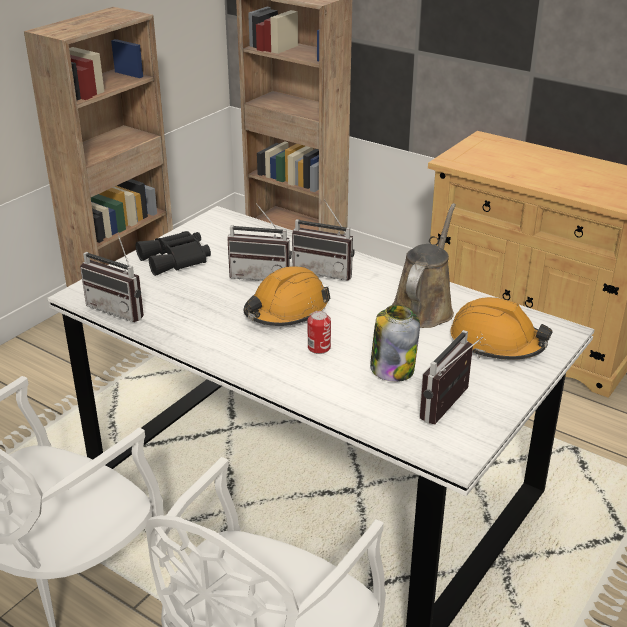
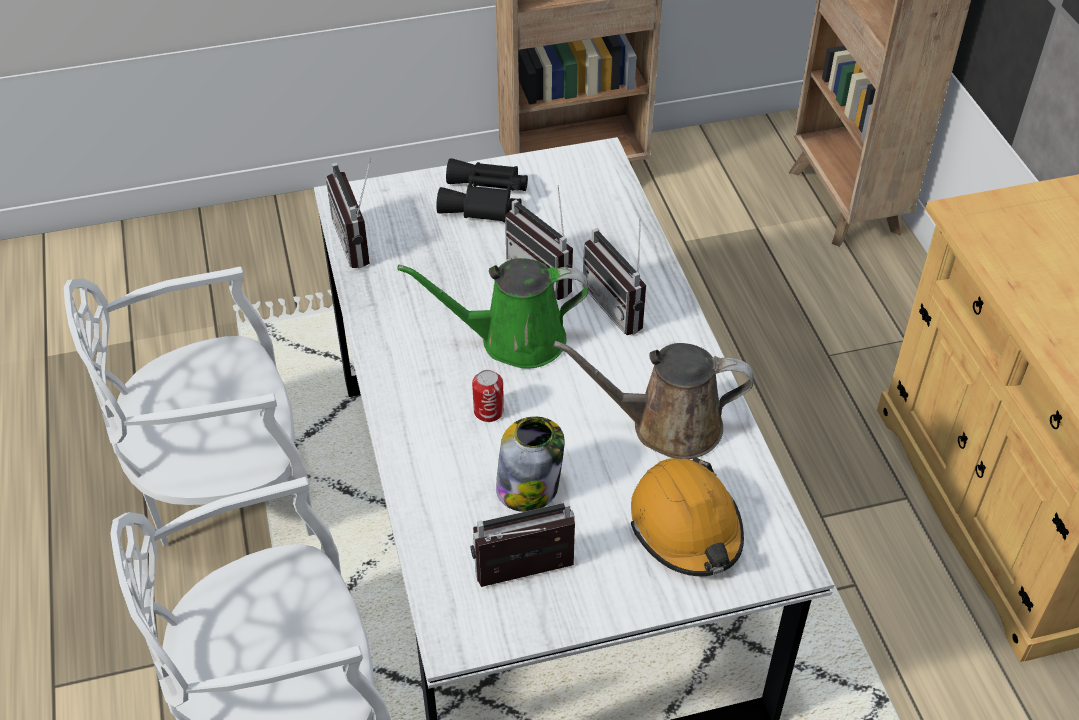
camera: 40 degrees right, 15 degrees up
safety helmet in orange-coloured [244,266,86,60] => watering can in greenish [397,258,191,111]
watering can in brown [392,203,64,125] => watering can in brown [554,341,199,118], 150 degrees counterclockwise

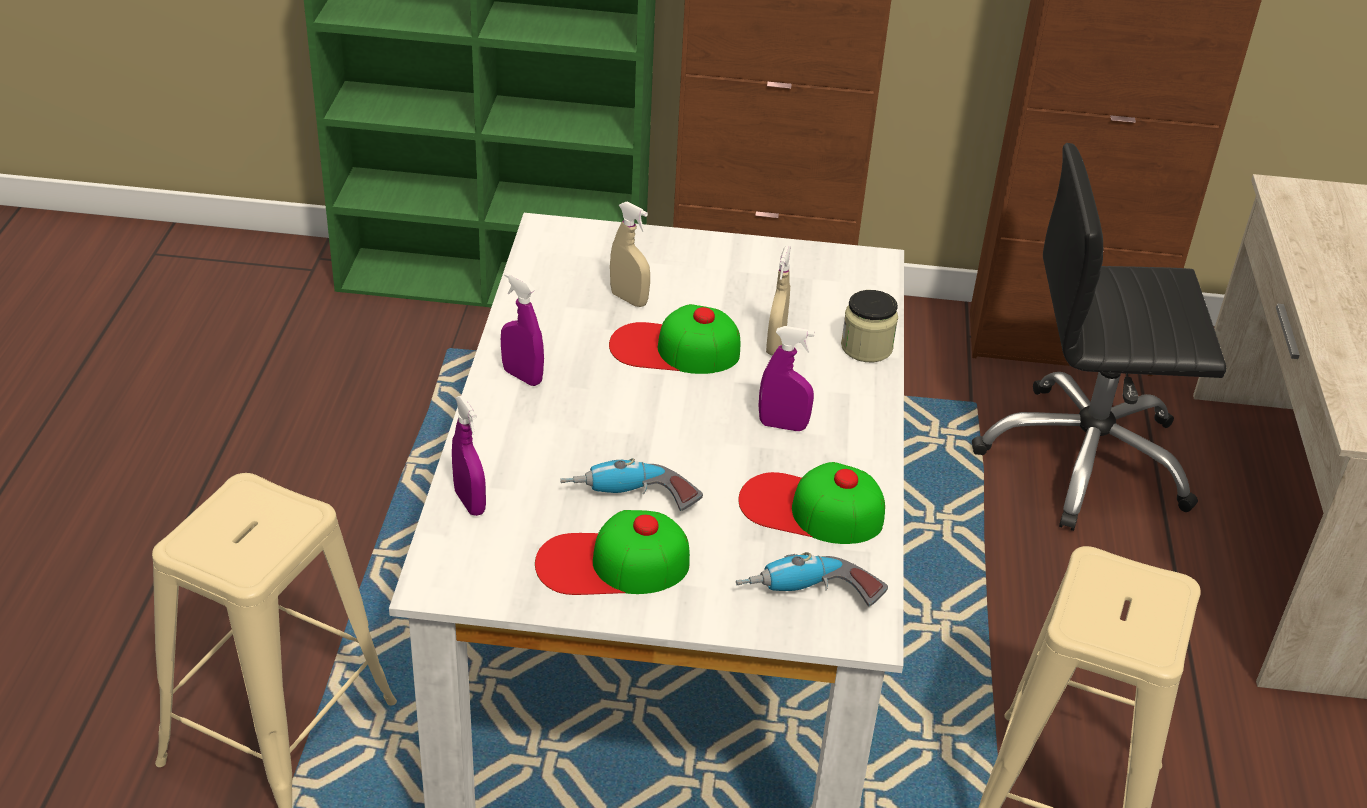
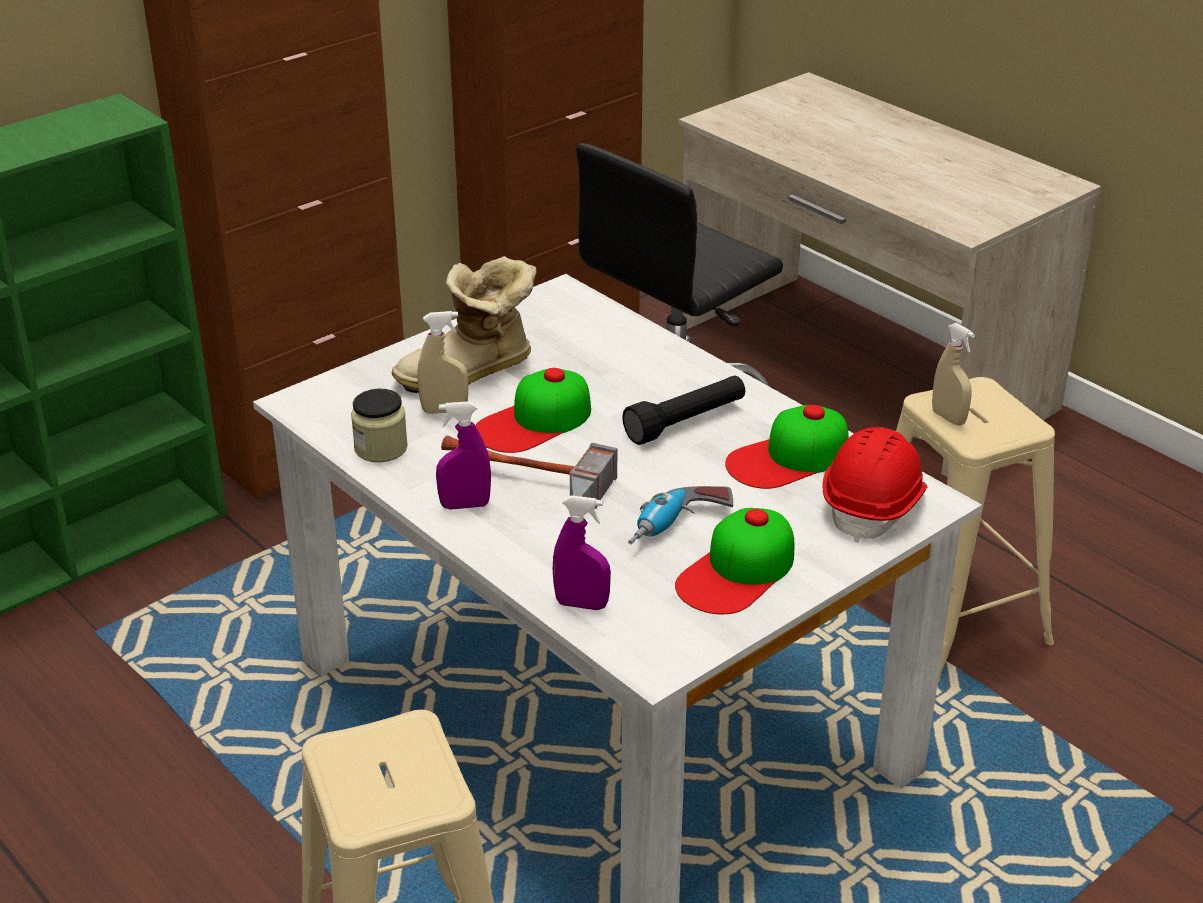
camera: 45 degrees left, 5 degrees down
nothing => high-top boot [392,256,145,137]
nothing => hammer [441,435,176,74]
hand sprayer in beige [766,246,25,110] => hand sprayer in beige [932,323,43,103], moved
preserve jar [841,290,57,72] => preserve jar [351,389,57,73], moved
drill [736,552,152,54] => safety helmet in red [823,427,105,116]
hand sprayer in purple-coloured [759,326,56,105] => torch in black-coloured [622,375,123,70]

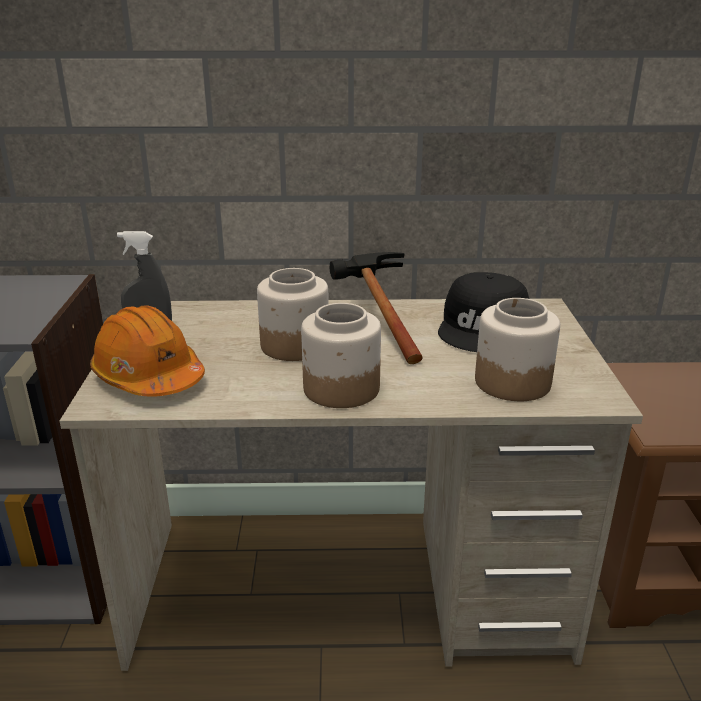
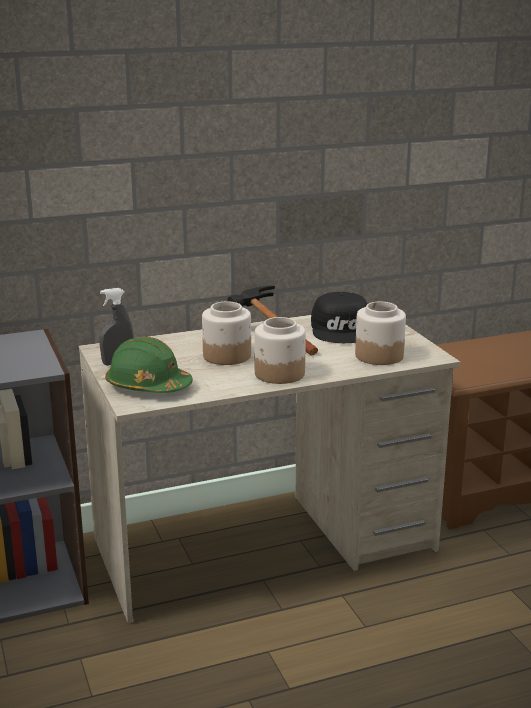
camera: 20 degrees left, 5 degrees down
safety helmet in orange-coloured [90,305,115,92] => safety helmet in greenish [105,337,88,56]

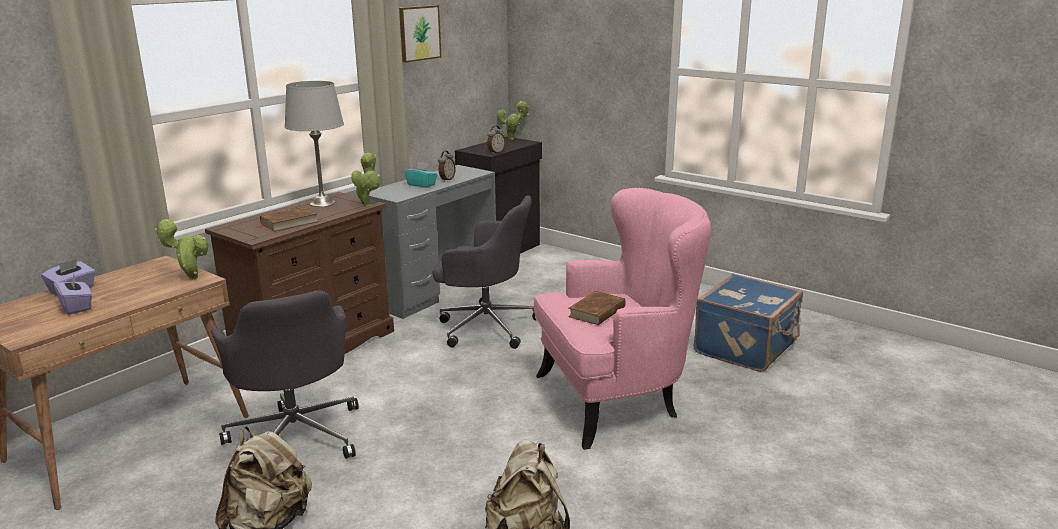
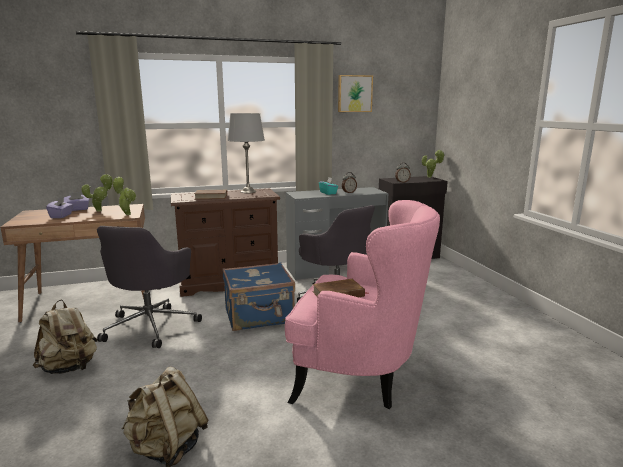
camera: 35 degrees right, 5 degrees down
houseplant [351,152,30,55] => houseplant [81,174,32,38], moved
suitcase in bluish [694,274,109,98] => suitcase in bluish [222,262,73,69], moved

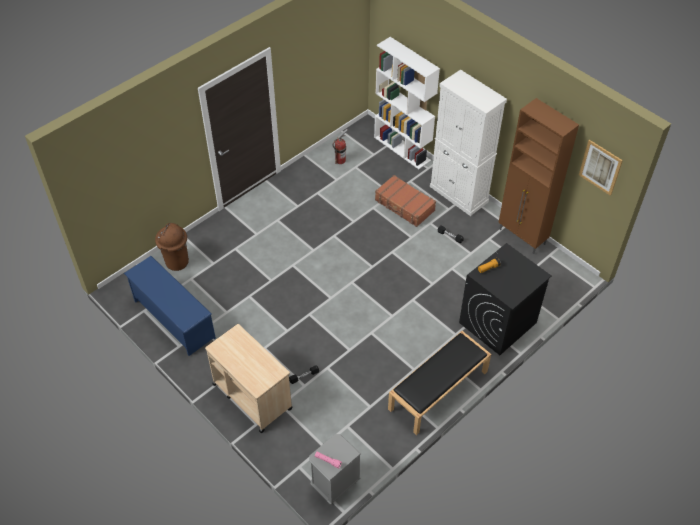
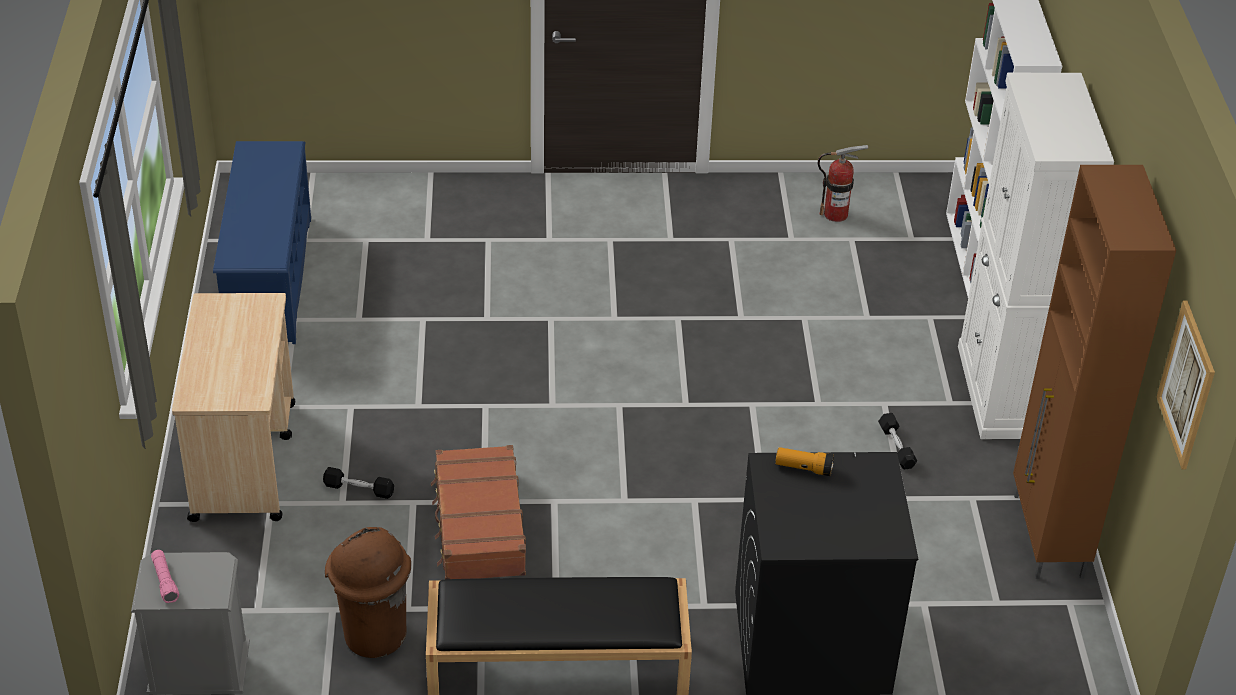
camera: 40 degrees right, 10 degrees down
trash can in brown [155,223,34,48] => trash can in brown [325,527,86,131], moved
suitcase in brown [375,175,61,52] => suitcase in brown [431,445,95,134], moved

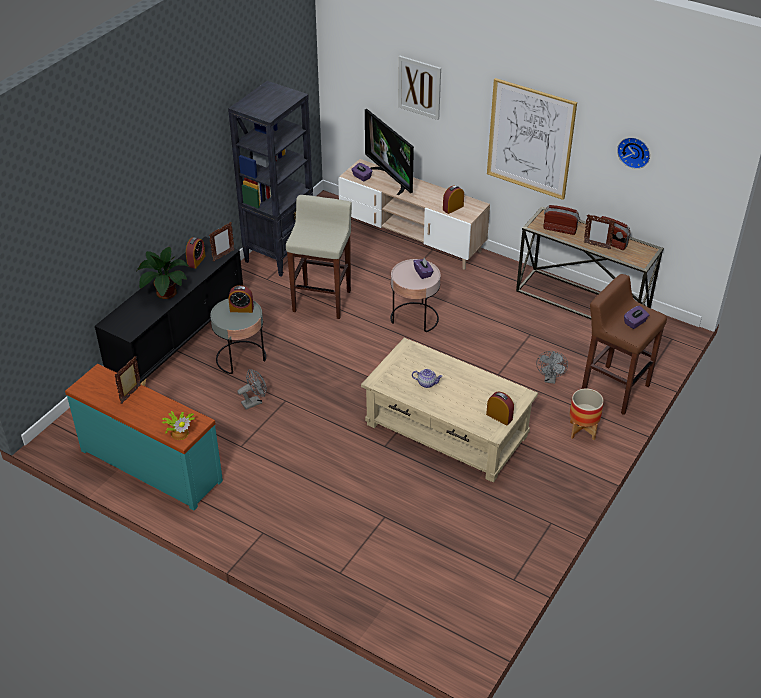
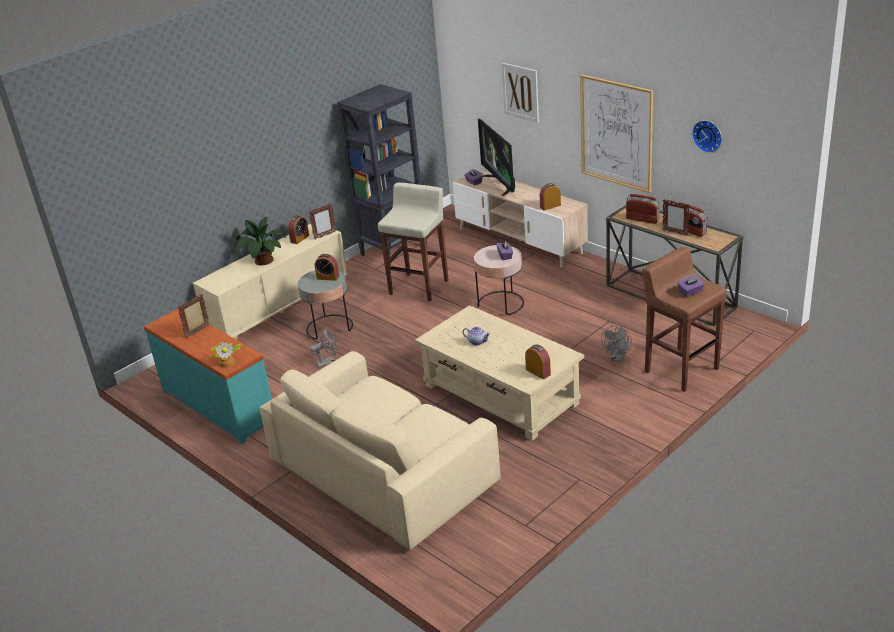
camera: 15 degrees right, 10 degrees down
planter [569,388,35,52] => nothing
nothing => settee in beige [260,351,241,199]
cupboard in black-coloured [95,236,148,150] => cupboard in beige [193,222,155,118]

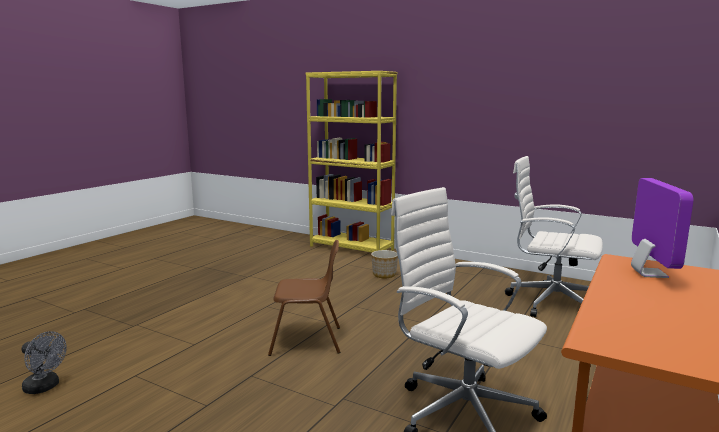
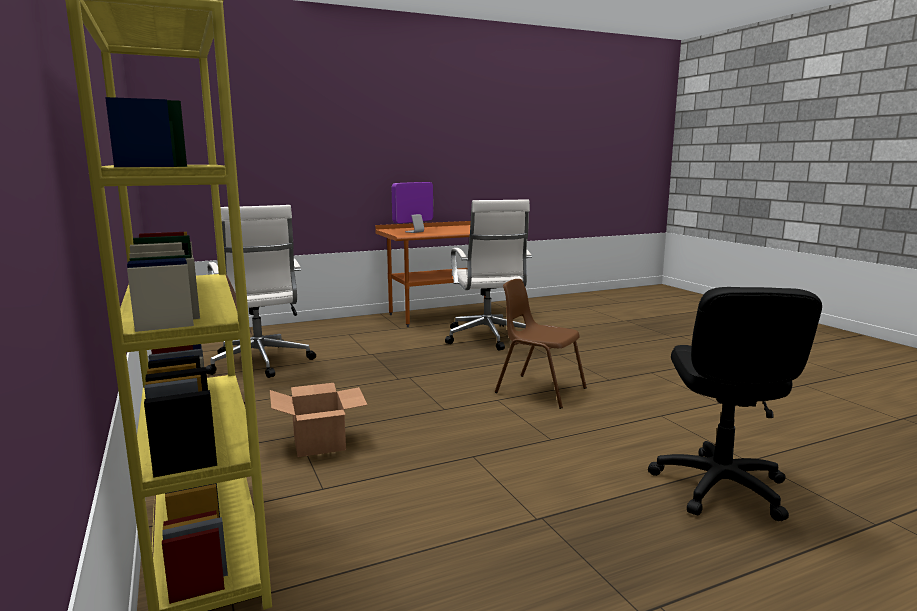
camera: 145 degrees left, 0 degrees up
fan in grey [22,331,45,63] => nothing
nothing => office chair in black-coloured [648,287,174,234]
planter [371,250,27,28] => carton [270,383,97,74]

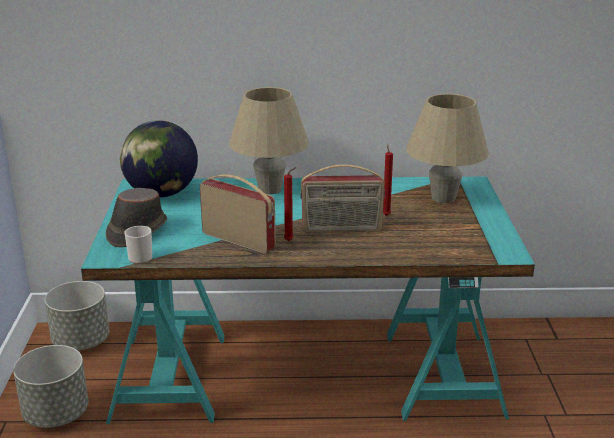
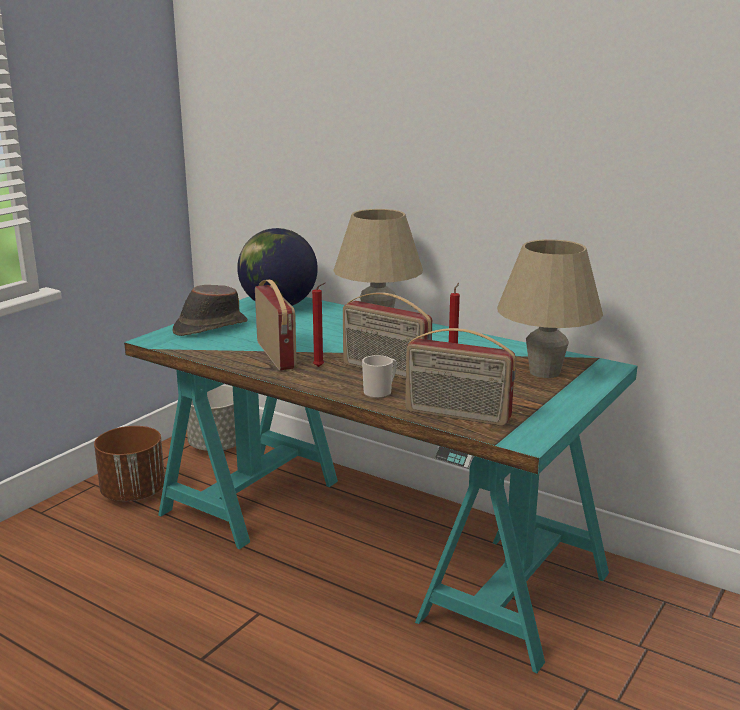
camera: 35 degrees right, 5 degrees down
nothing => radio set [405,328,111,98]
mug [124,226,28,38] => mug [362,355,35,44], moved
planter in grey [13,345,76,83] => planter in brown [94,426,71,75]

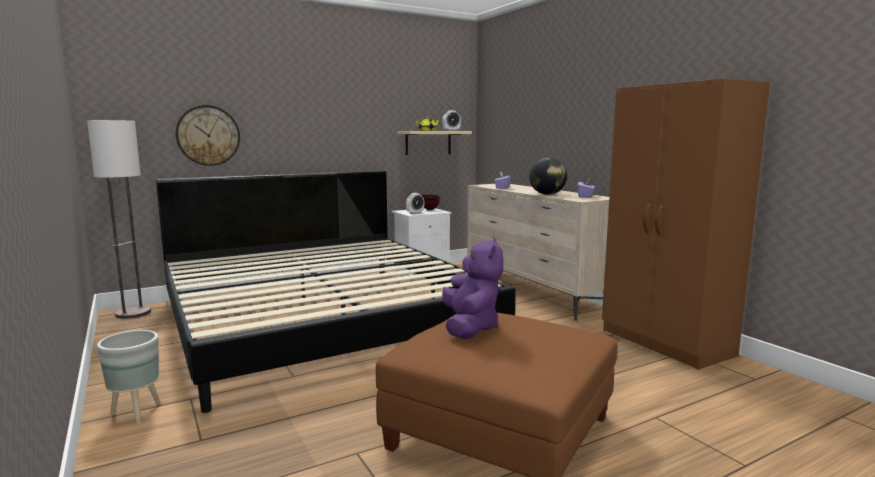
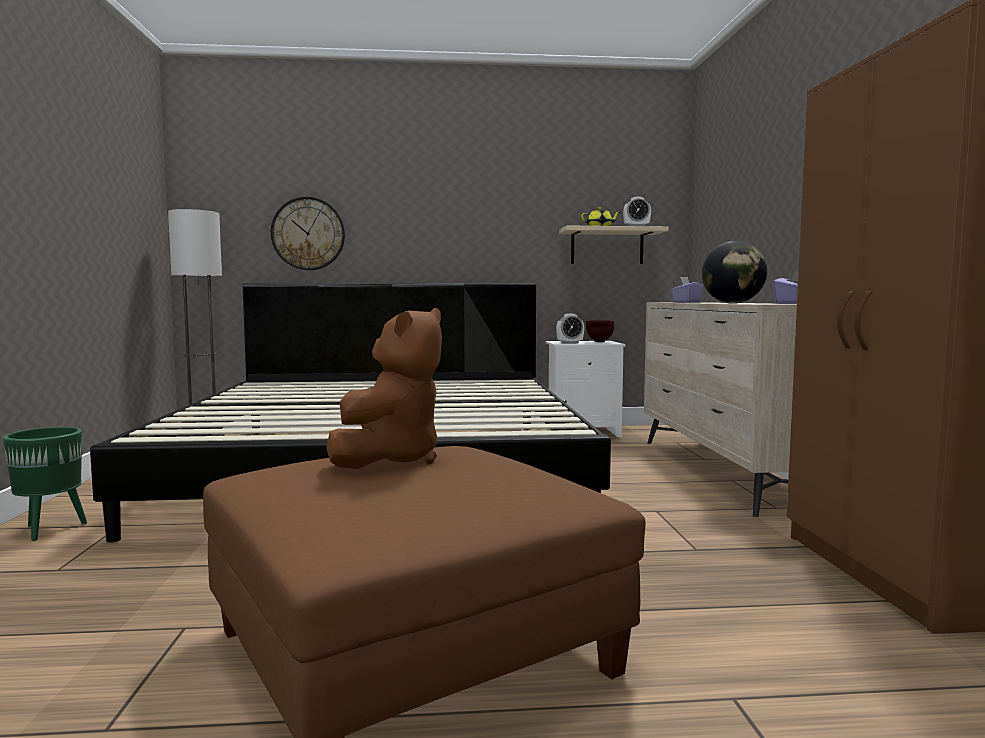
camera: 25 degrees right, 5 degrees down
planter in grey [97,330,63,95] => planter in greenish [3,427,84,114]
soft toy in purple-coloured [442,238,61,101] => soft toy in brown [326,308,116,161]

